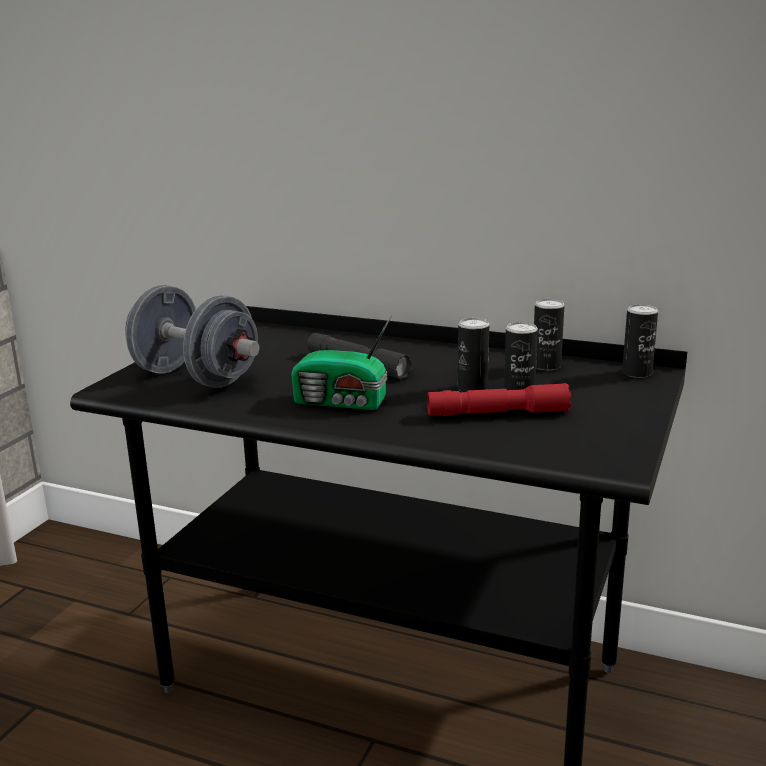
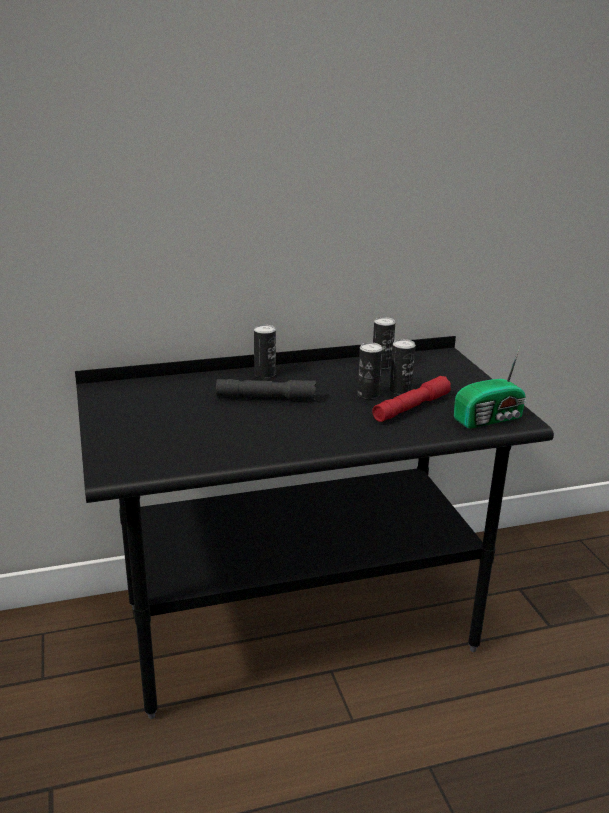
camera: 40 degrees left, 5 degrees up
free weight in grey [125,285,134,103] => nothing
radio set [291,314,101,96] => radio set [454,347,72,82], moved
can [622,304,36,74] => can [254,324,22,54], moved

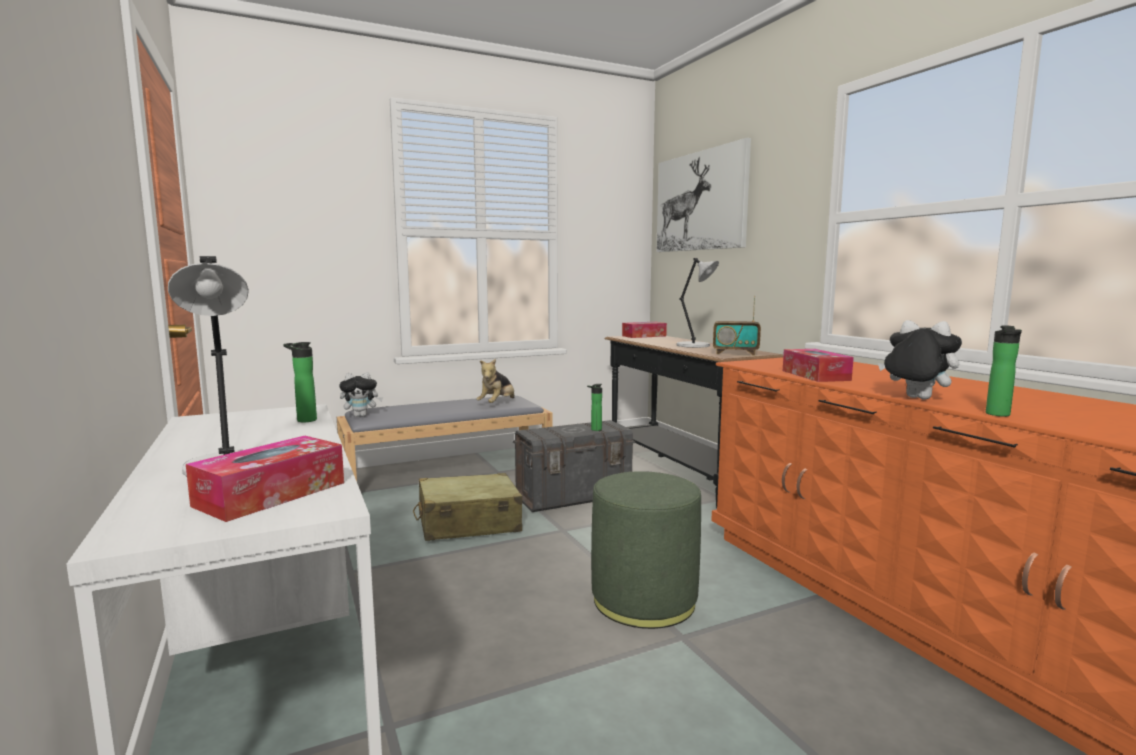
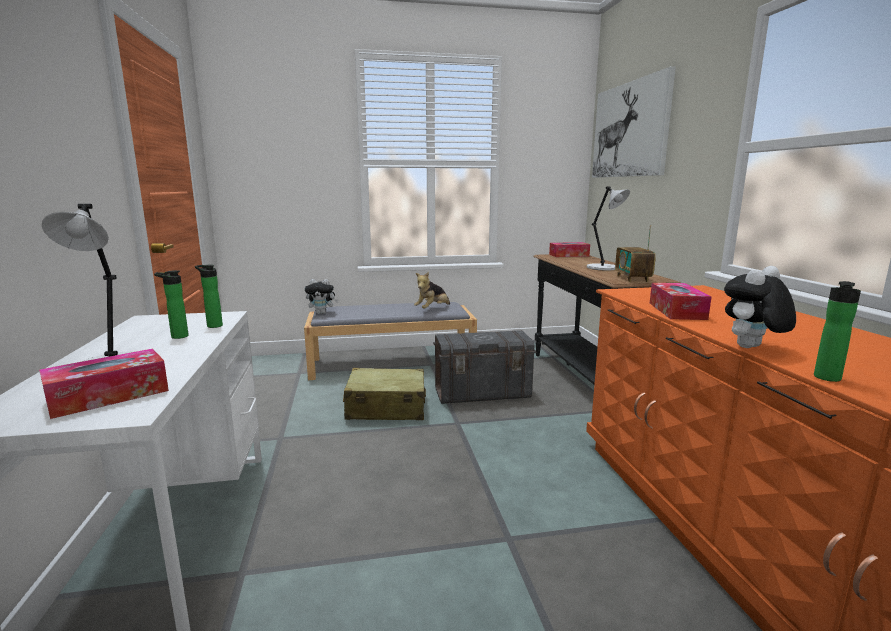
camera: 15 degrees right, 5 degrees up
ottoman in greenish [591,471,110,158] => nothing
beverage bottle [587,384,15,47] => beverage bottle [154,270,35,69], moved
radio set [713,296,48,59] => radio set [615,226,41,56], 60 degrees clockwise
soft toy [878,320,84,80] => soft toy [724,266,72,82], 90 degrees counterclockwise

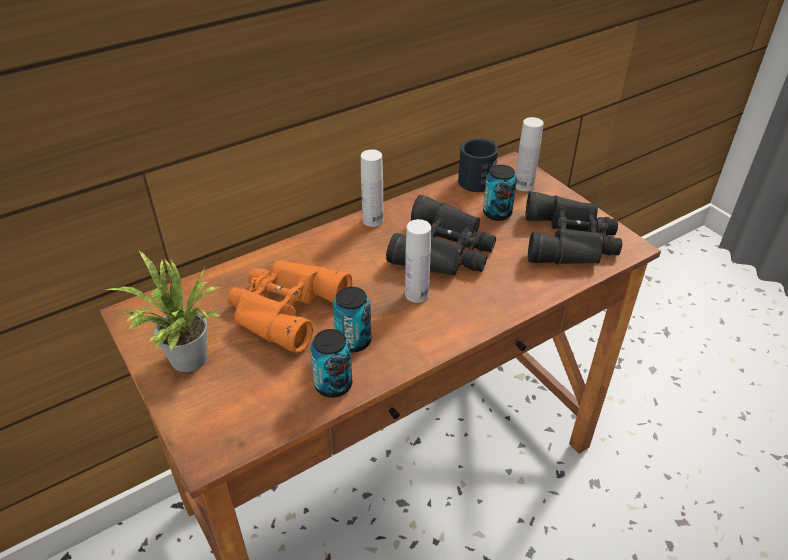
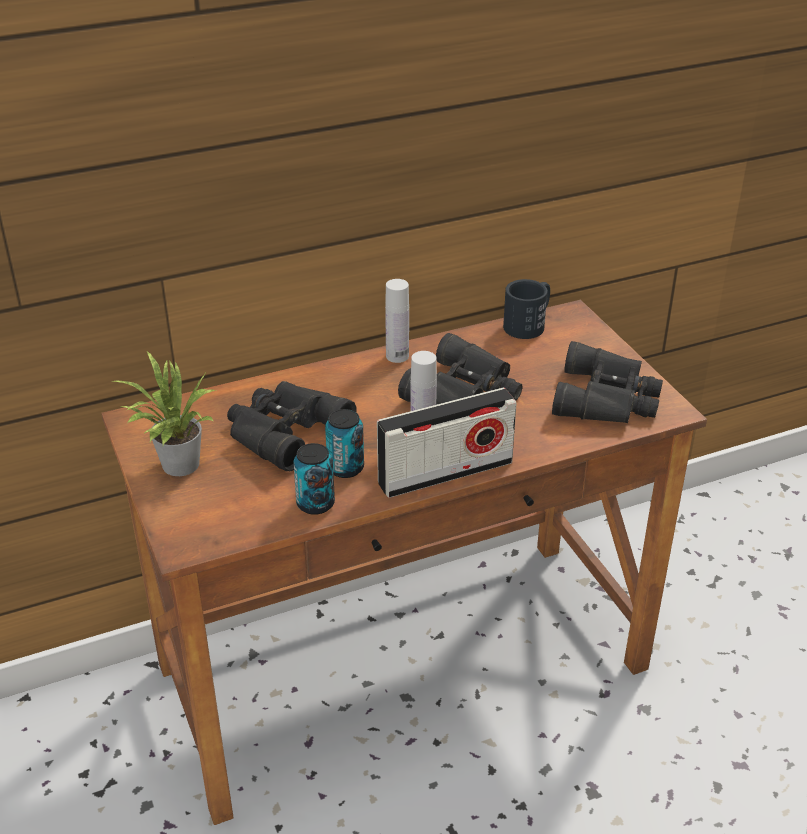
camera: 10 degrees right, 5 degrees down
can [483,165,34,56] => nothing
beverage bottle in whitish [515,117,29,74] => nothing
nothing => radio set [377,388,140,110]
pair of binoculars in orange-coloured [227,260,125,93] => pair of binoculars in black-coloured [227,381,130,90]

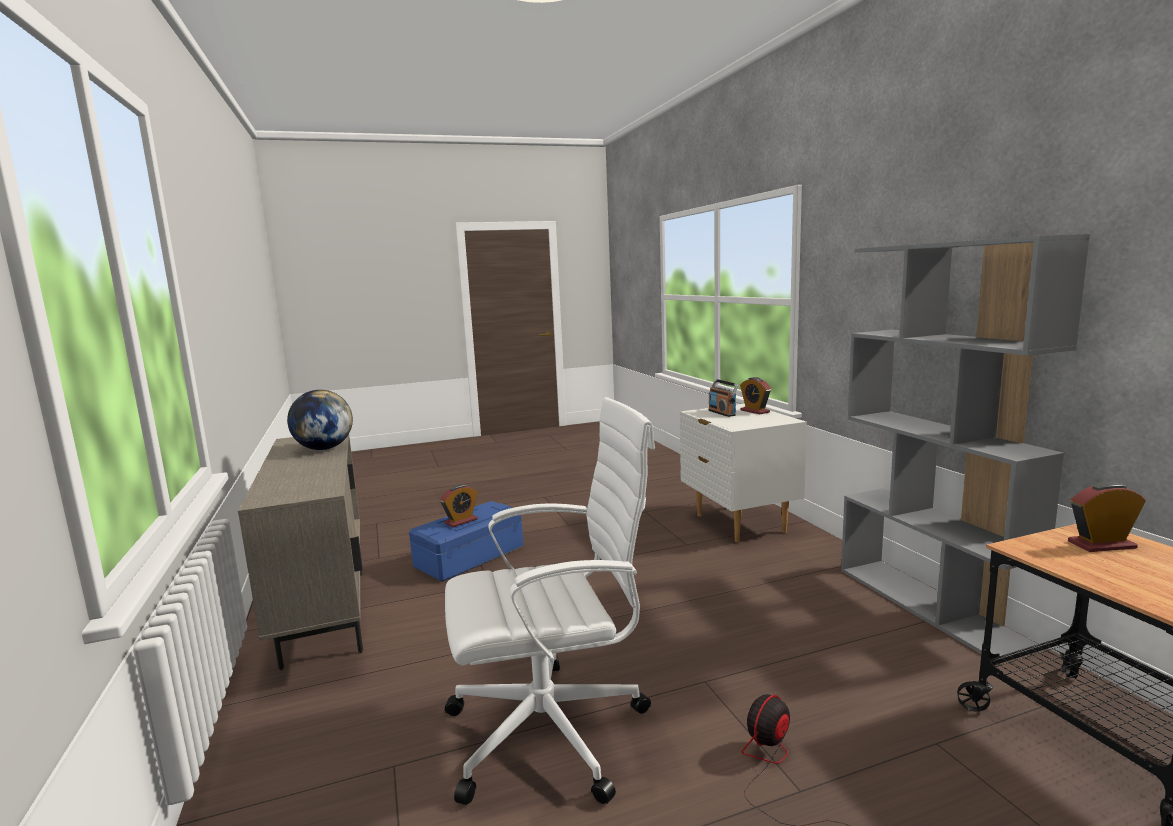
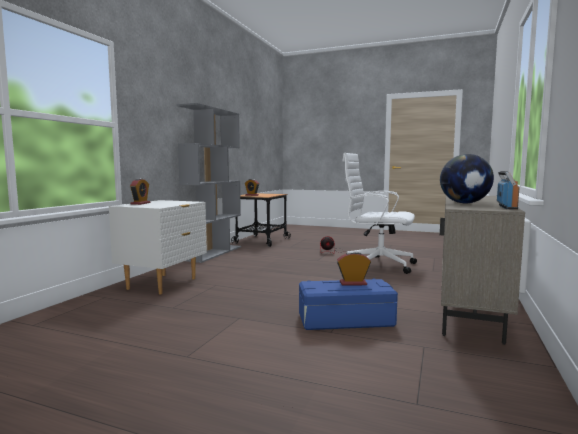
camera: 140 degrees left, 5 degrees down
radio set [708,379,31,38] => radio set [497,171,22,39], moved

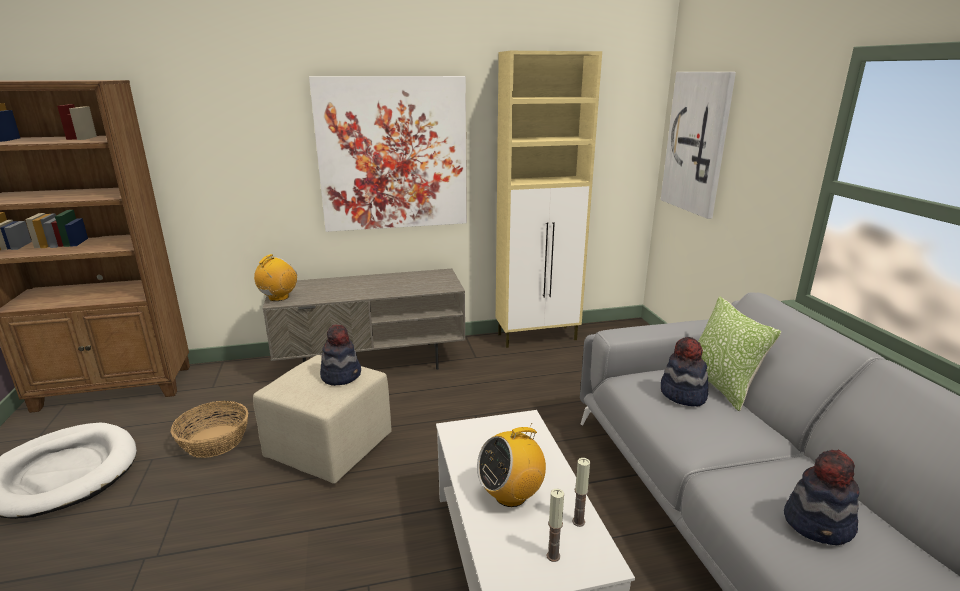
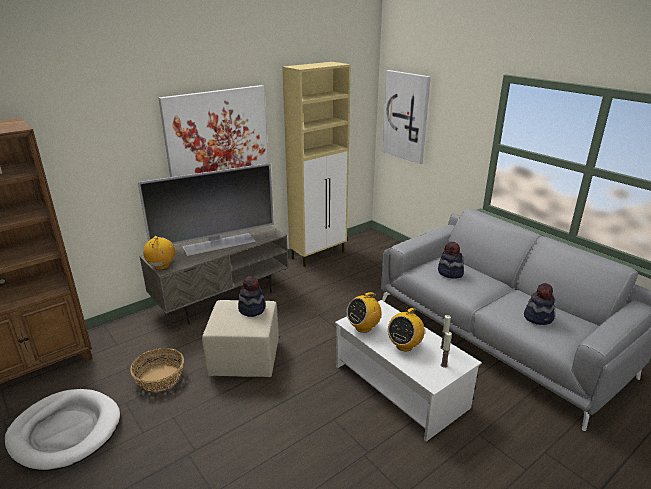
camera: 25 degrees left, 5 degrees up
pillow [698,296,83,115] => nothing
nothing => TV set [138,163,136,93]
nothing => radio set [347,292,34,41]

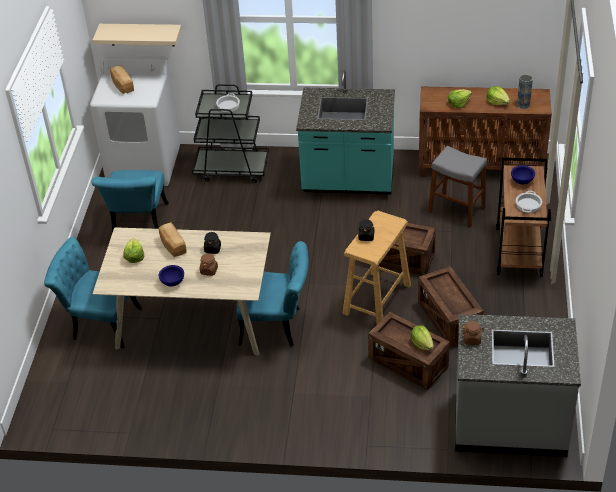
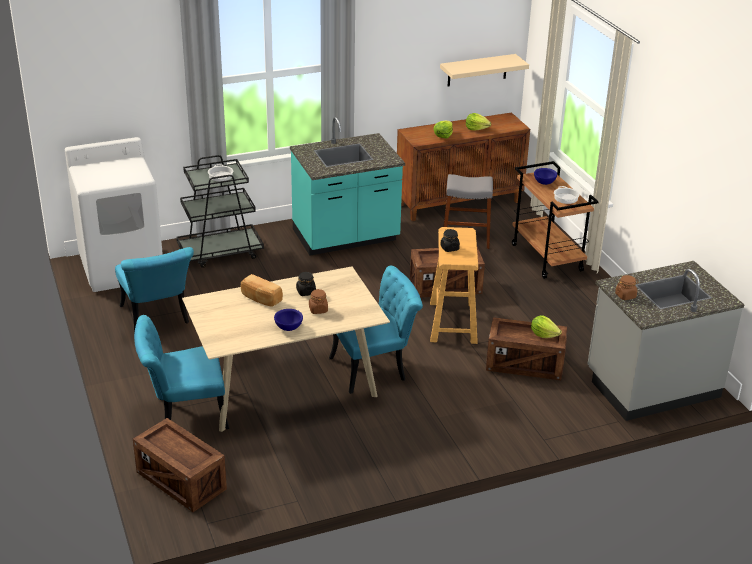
camera: 30 degrees left, 10 degrees down
baked bread [110,65,24,29] => nothing
lettuce [123,238,21,25] => nothing
flower vase [517,74,16,35] => nothing
bracket shelf in beige [93,24,89,23] => bracket shelf in beige [440,54,89,33], moved
crate [418,266,65,81] => crate [133,418,94,94], moved

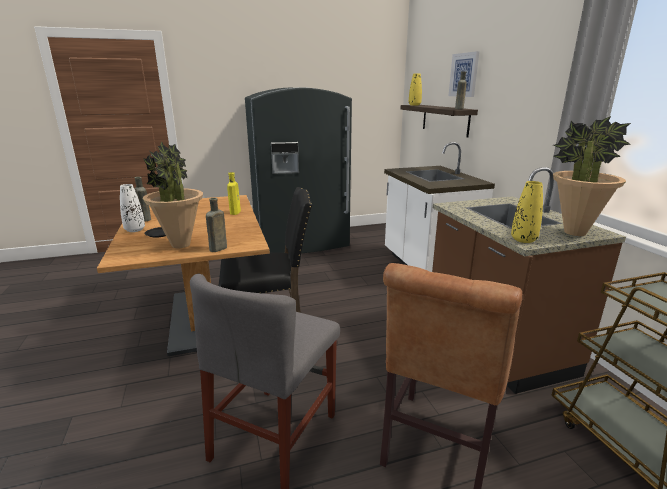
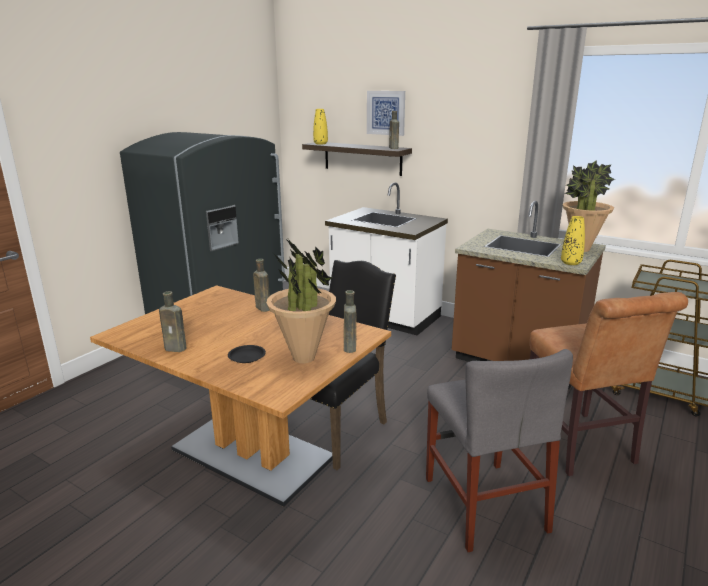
camera: 40 degrees left, 0 degrees up
flower vase in whitish [120,184,25,48] => nothing
beverage bottle in yellow-coloured [227,172,14,43] => beverage bottle in brown [253,259,17,53]

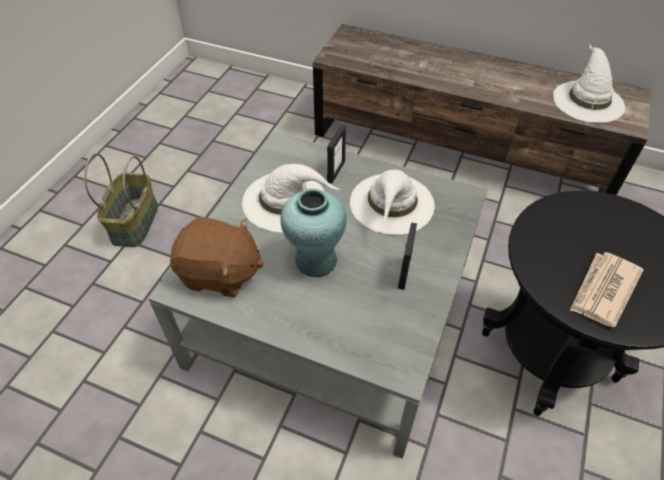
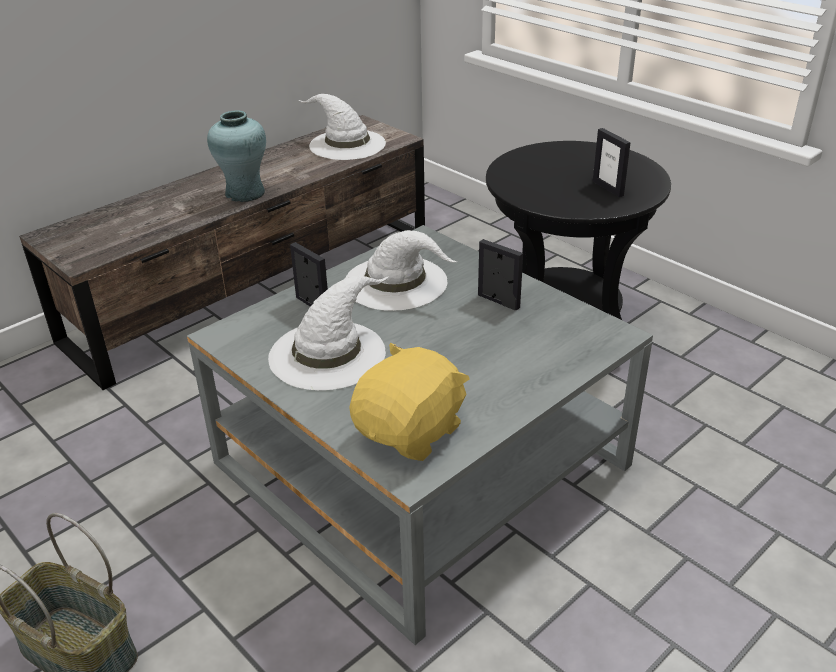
camera: 65 degrees left, 15 degrees down
flower vase in turquoise [280,189,67,88] => flower vase in turquoise [207,110,59,92], moved
printed paper [570,252,74,75] => photo frame [593,128,38,69]
soft toy in brown [170,217,94,80] => soft toy in yellow-coloured [349,343,121,118]

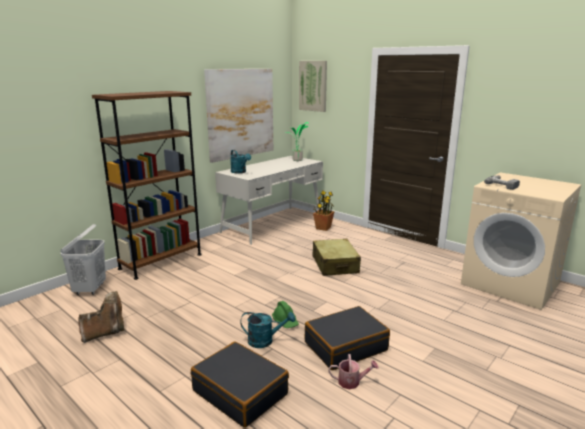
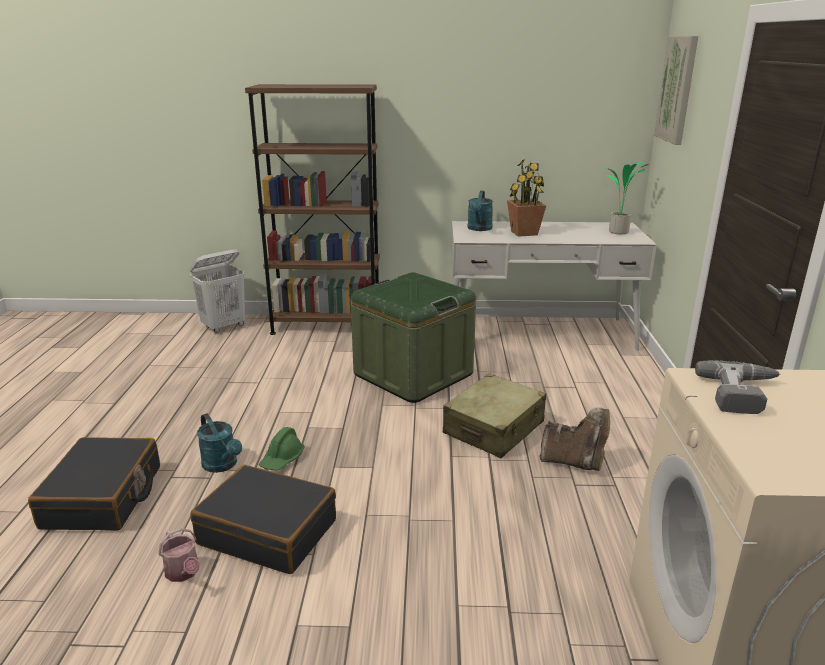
camera: 50 degrees right, 5 degrees up
wall picture [204,69,69,94] => nothing
nothing => storage container in greenish [351,272,125,131]
high-top boot in brown [78,291,46,52] => high-top boot in brown [539,407,71,64], moved
houseplant [313,191,22,40] => houseplant [507,159,39,78], moved

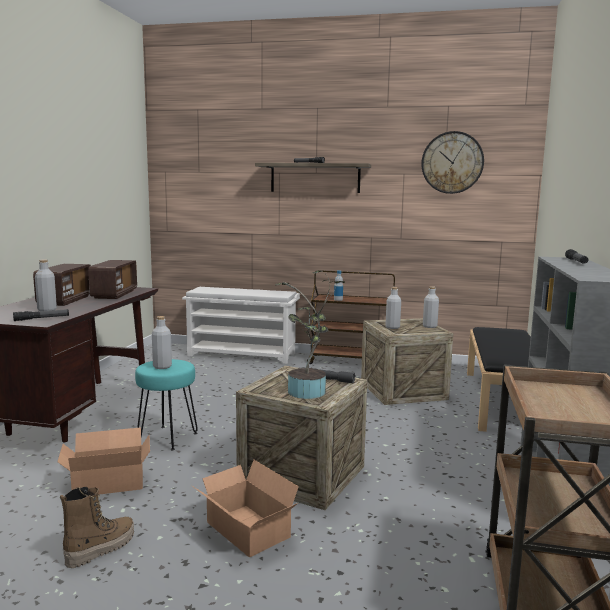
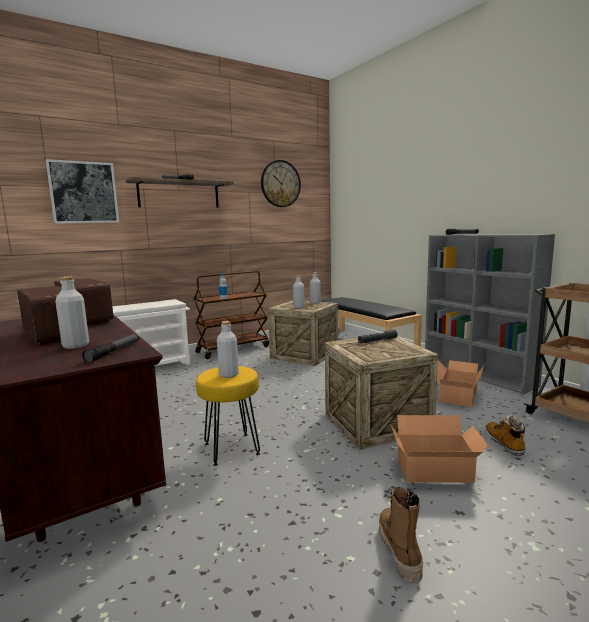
camera: 45 degrees left, 0 degrees up
houseplant [275,270,70,129] => nothing
nothing => wall picture [45,159,74,64]
nothing => high-top boot [485,415,40,41]
carton [57,427,93,68] => carton [437,360,48,47], moved
stool seat in turquoise [135,359,63,91] => stool seat in yellow-coloured [196,366,64,100]

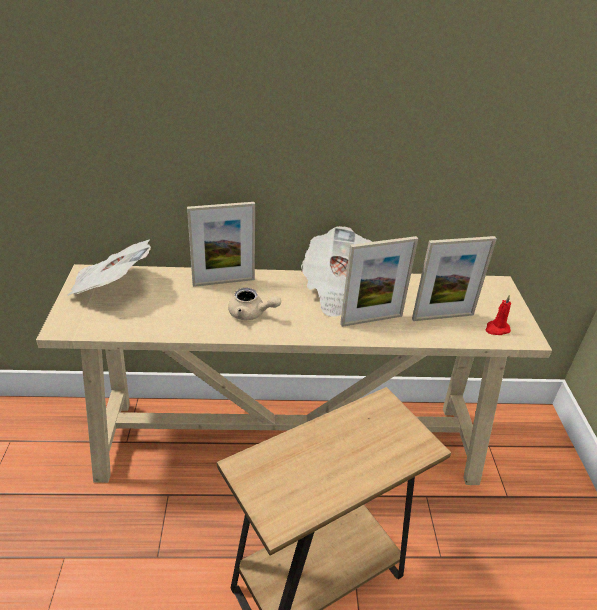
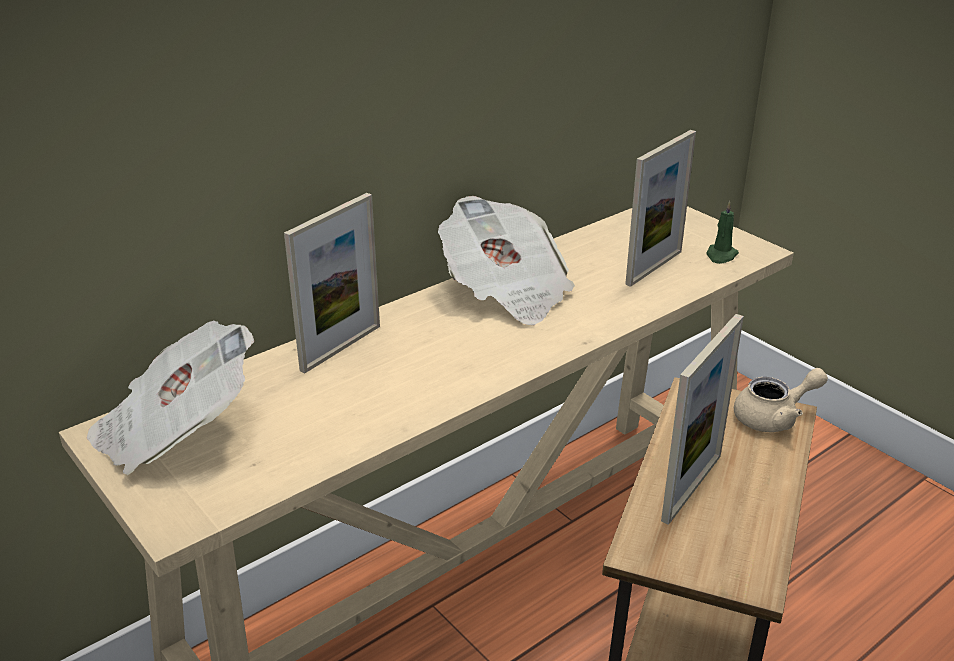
camera: 35 degrees left, 5 degrees down
tea pot in beige [228,288,53,32] => tea pot in beige [734,368,94,64], moved
photo frame [340,236,78,91] => photo frame [661,314,83,211], moved
candle in red [485,295,26,40] => candle in greenish [706,201,33,63]

